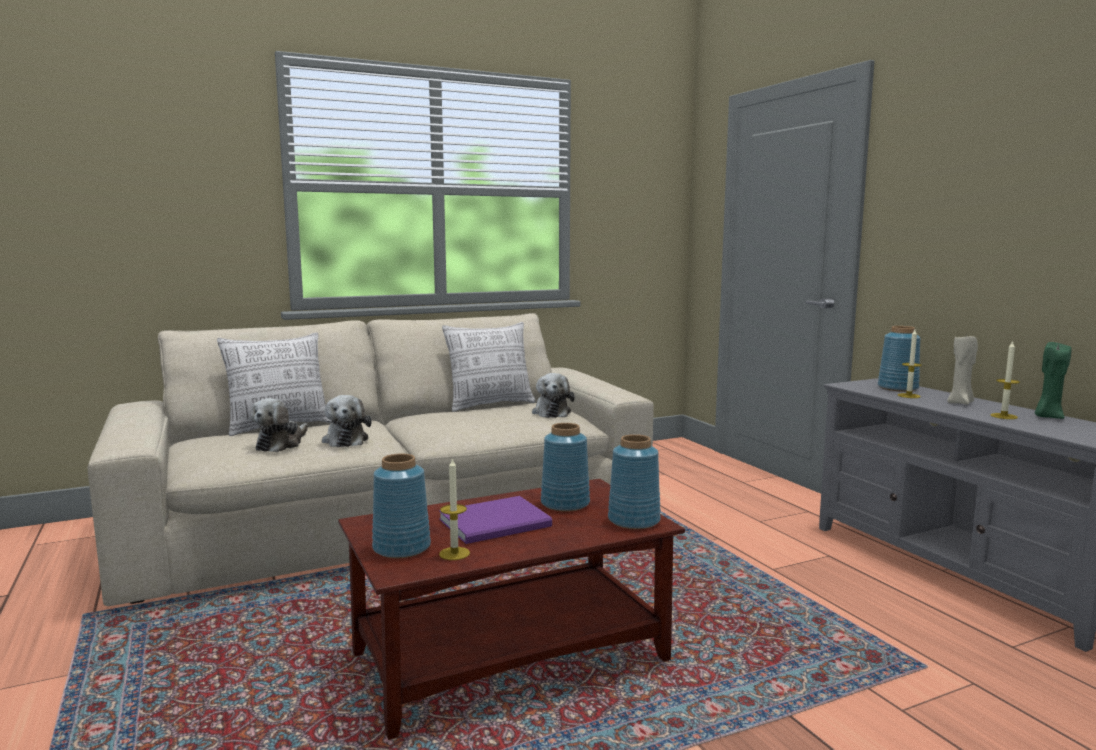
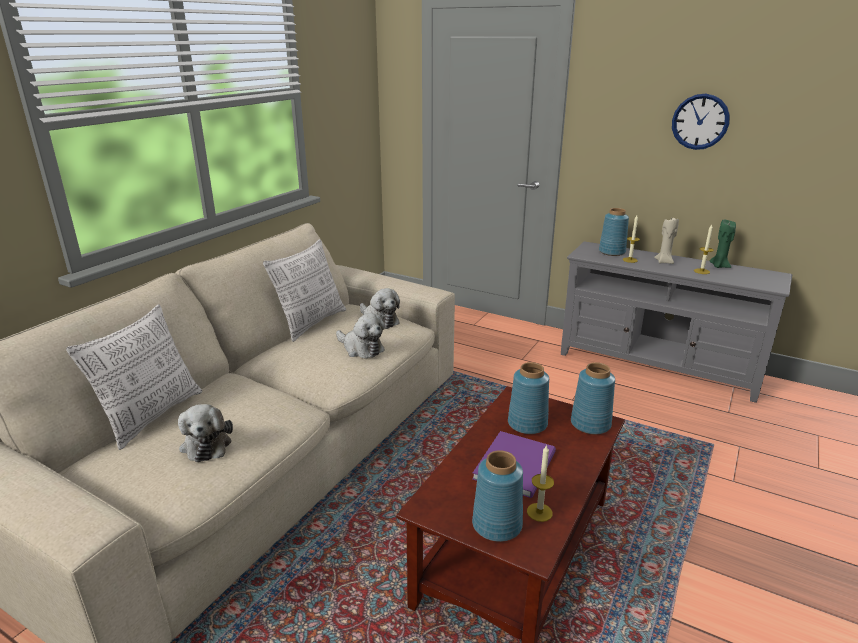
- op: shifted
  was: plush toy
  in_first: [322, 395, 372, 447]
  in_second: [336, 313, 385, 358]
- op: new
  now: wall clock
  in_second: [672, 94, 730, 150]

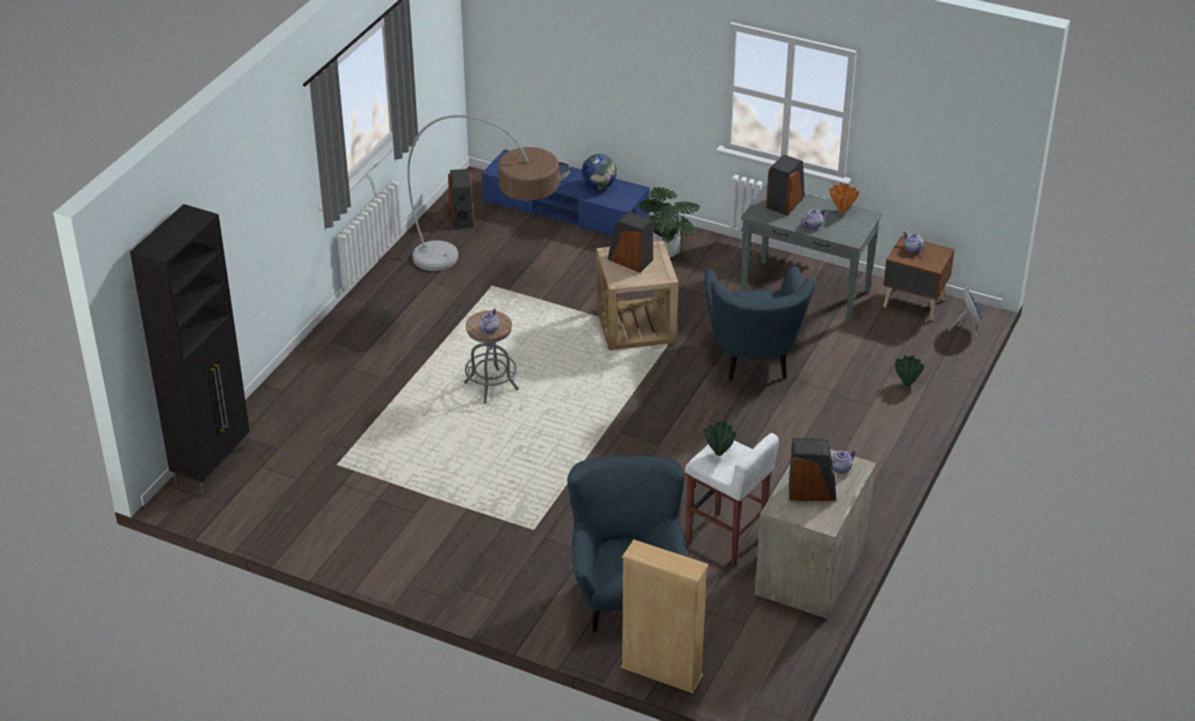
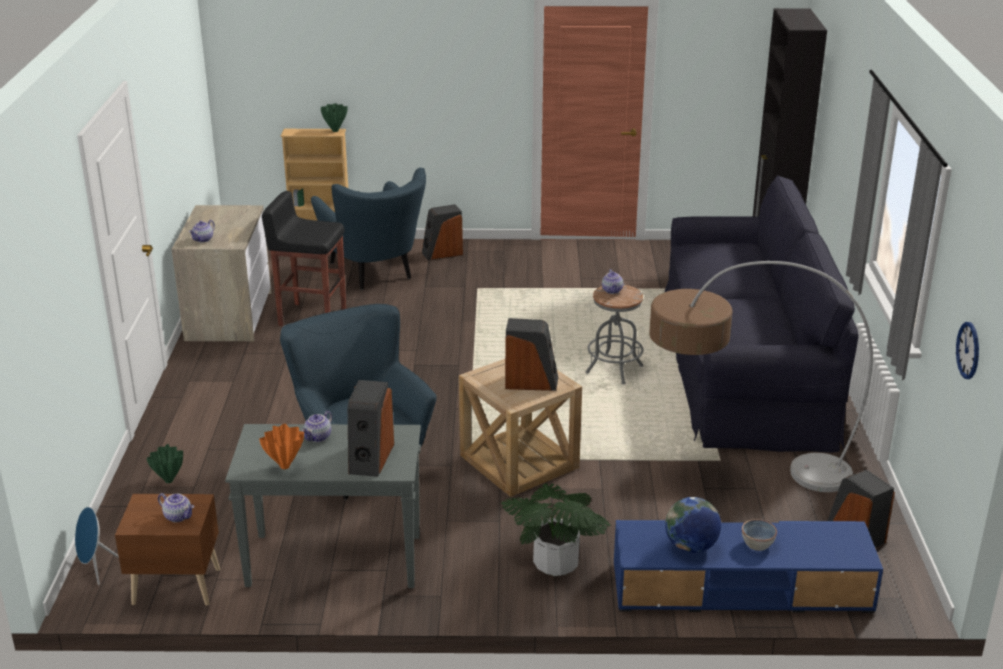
- op: shifted
  was: green-coloured flower vase
  in_first: [703, 421, 736, 456]
  in_second: [321, 103, 348, 132]
- op: repainted
  was: white stool
  now: black-coloured stool
  in_first: [685, 433, 779, 567]
  in_second: [262, 191, 346, 326]
- op: shifted
  was: audio speaker
  in_first: [789, 438, 836, 501]
  in_second: [422, 204, 463, 260]
- op: new
  now: black-coloured sofa
  in_second: [665, 175, 859, 453]
- op: new
  now: wall clock
  in_second: [956, 322, 979, 379]

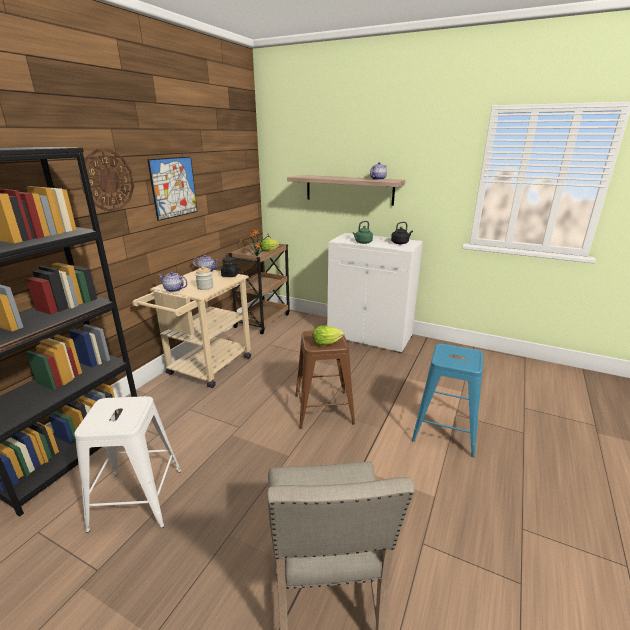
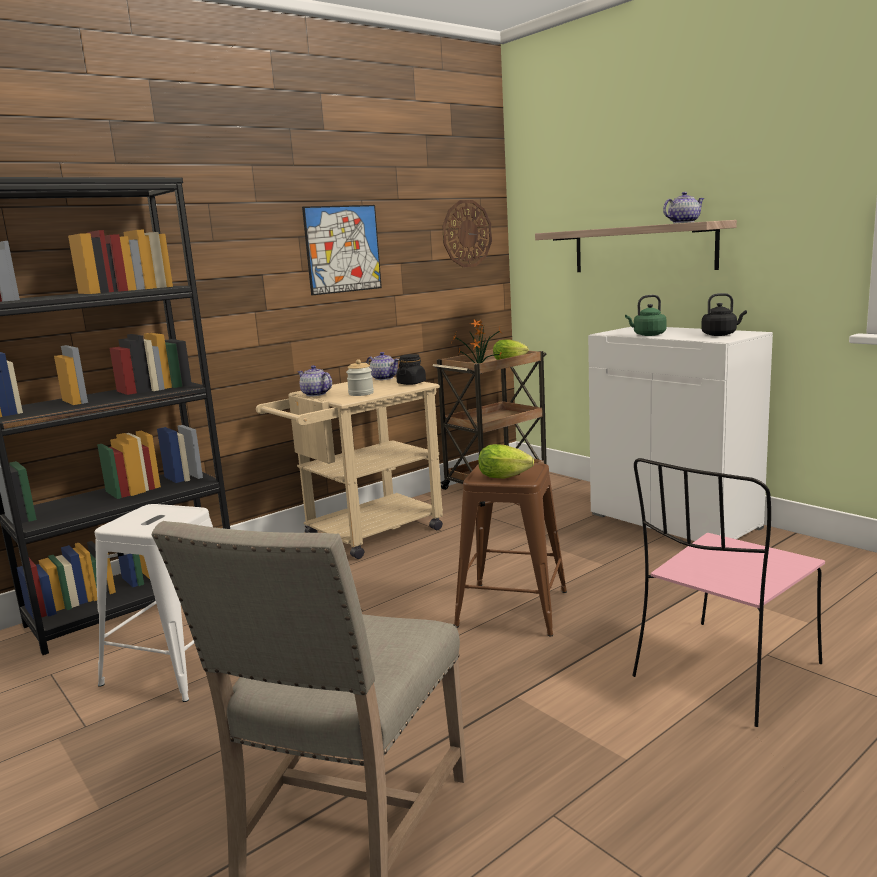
- op: shifted
  was: wall clock
  in_first: [80, 149, 134, 212]
  in_second: [442, 200, 492, 268]
- op: swapped
  was: bluish stool
  now: pink upright chair
  in_first: [412, 343, 483, 457]
  in_second: [632, 458, 825, 727]

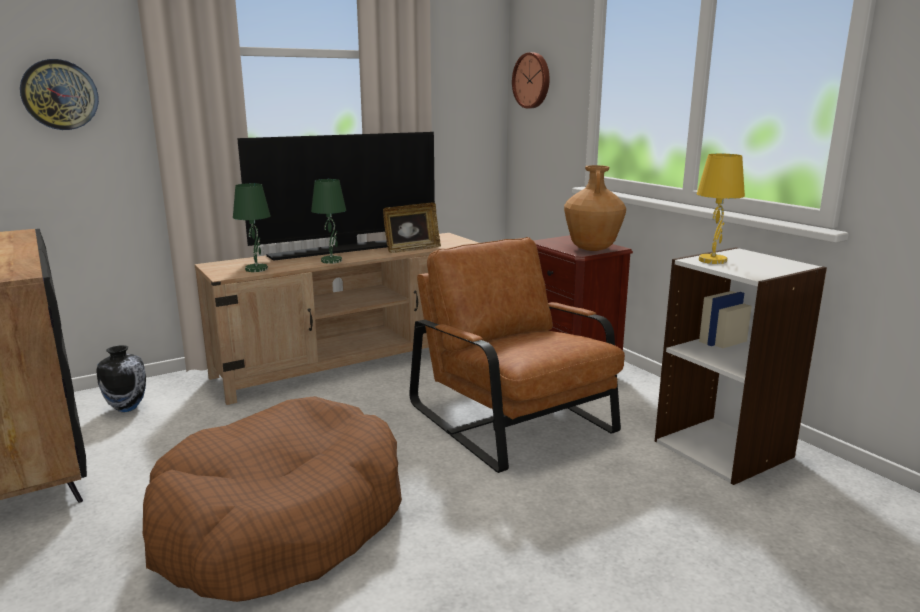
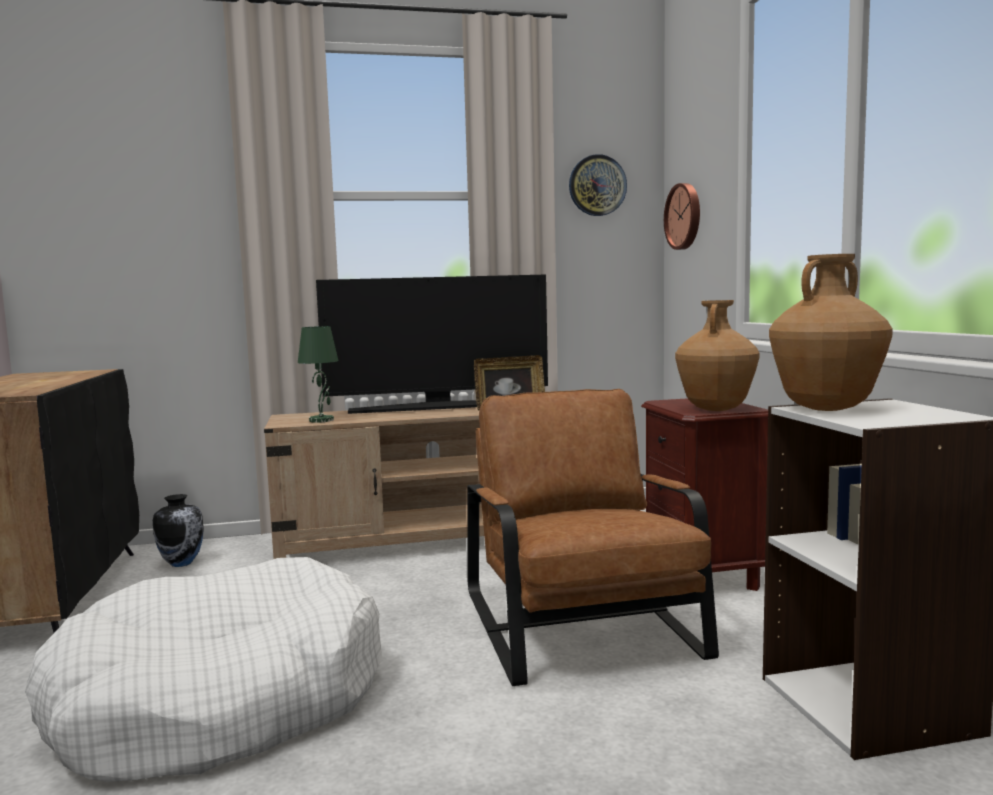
- op: shifted
  was: wall clock
  in_first: [20, 59, 99, 130]
  in_second: [569, 154, 627, 216]
- op: swapped
  was: yellow tabletop lamp
  now: brown flower vase
  in_first: [697, 154, 745, 264]
  in_second: [769, 254, 893, 411]
- op: gone
  was: green-coloured tabletop lamp
  in_first: [311, 179, 346, 264]
- op: repainted
  was: brown dog cushion
  now: white dog cushion
  in_first: [143, 396, 402, 602]
  in_second: [25, 557, 383, 782]

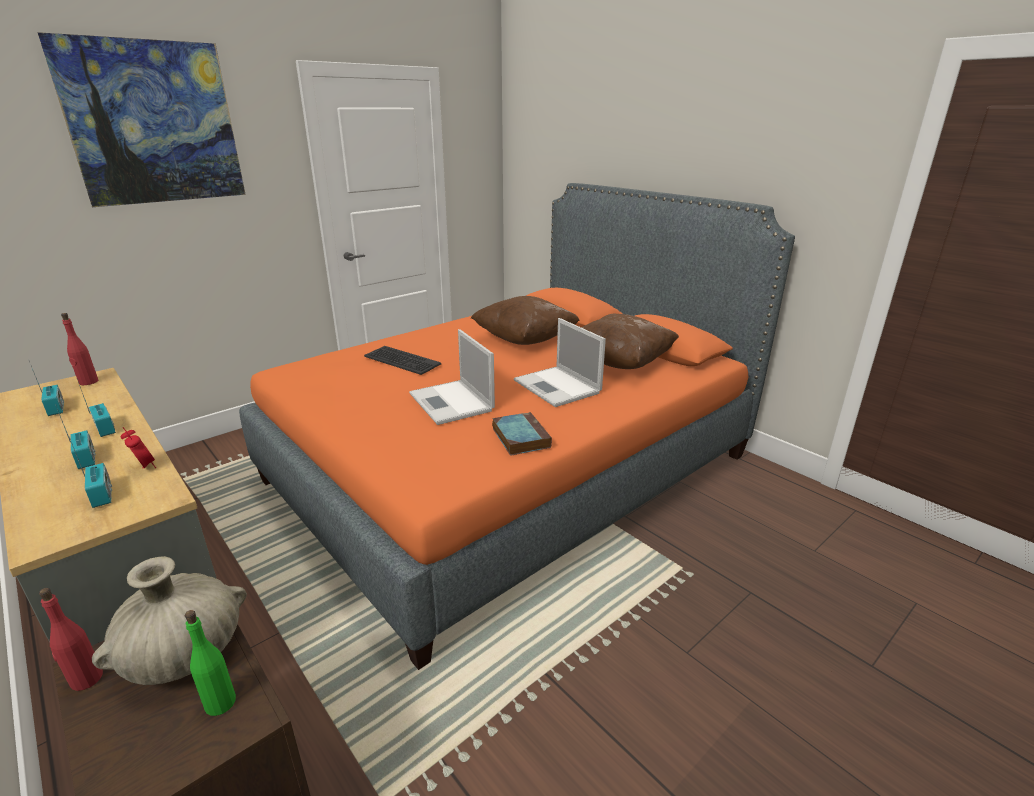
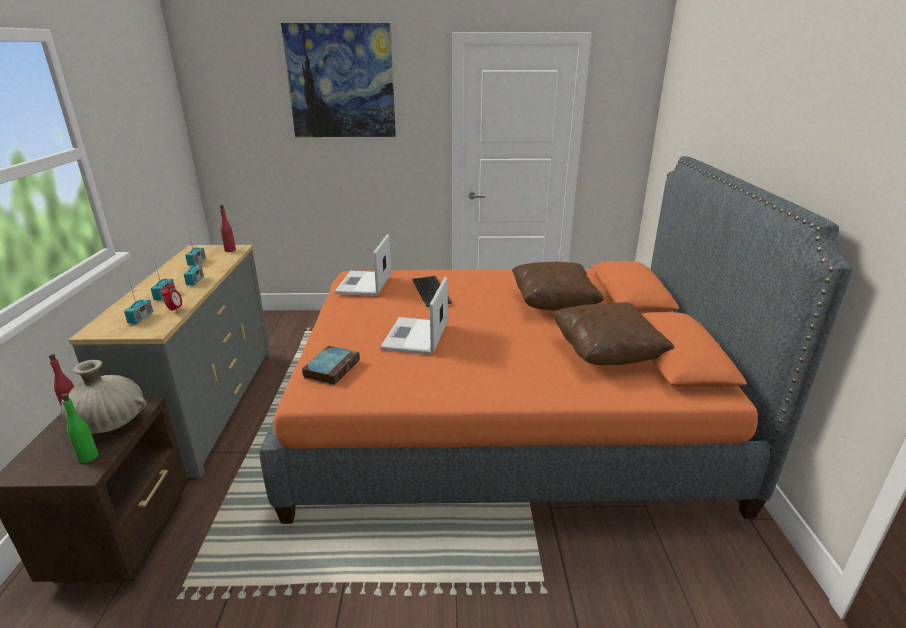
- op: shifted
  was: laptop
  in_first: [514, 318, 606, 407]
  in_second: [334, 234, 391, 296]
- op: shifted
  was: book
  in_first: [492, 412, 552, 456]
  in_second: [302, 346, 360, 385]

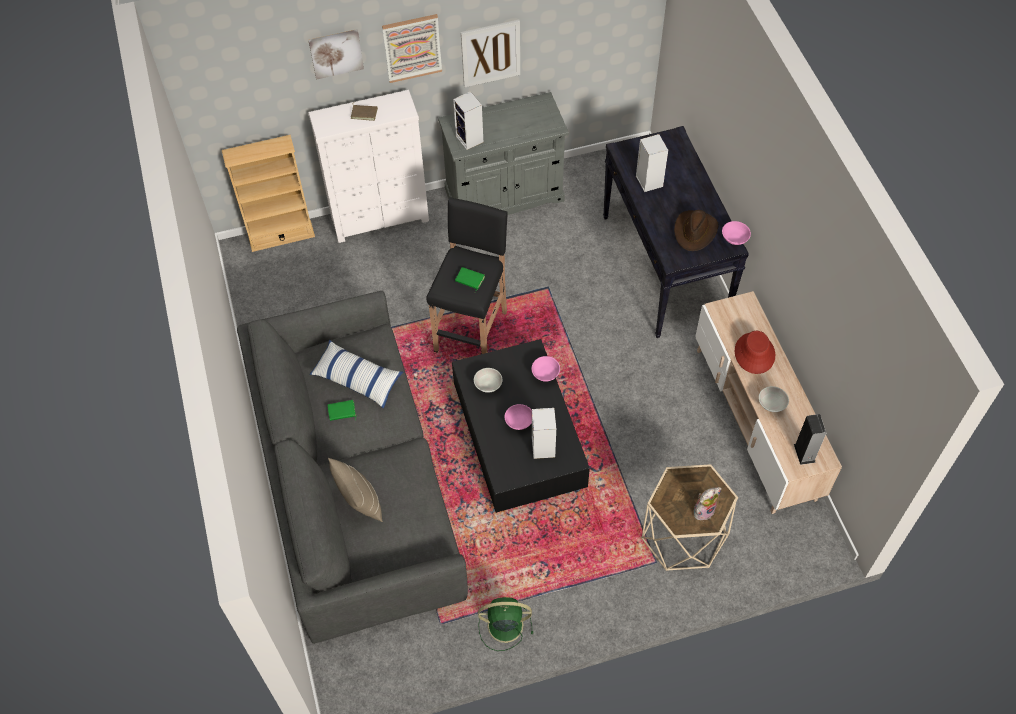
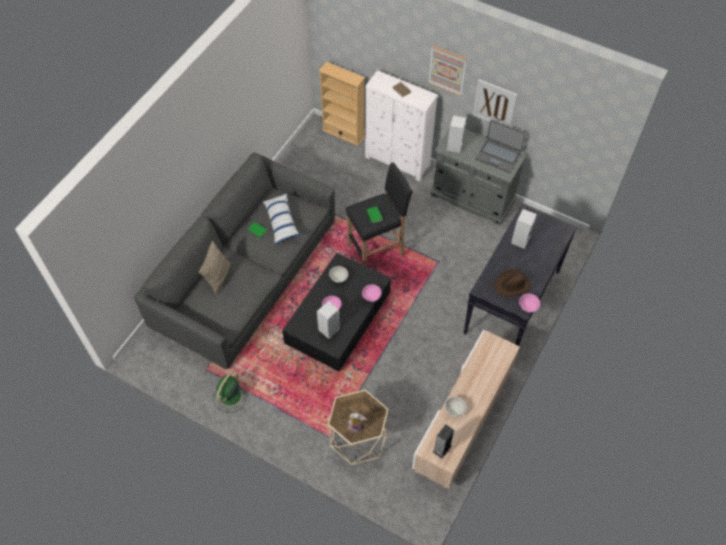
- op: gone
  was: wall picture
  in_first: [308, 29, 364, 80]
- op: gone
  was: red-coloured clothing hat
  in_first: [735, 331, 775, 374]
- op: rotated
  was: green-coloured fan
  in_first: [478, 597, 533, 651]
  in_second: [213, 371, 246, 413]
  clockwise: -105
- op: new
  now: laptop
  in_second: [475, 120, 526, 173]

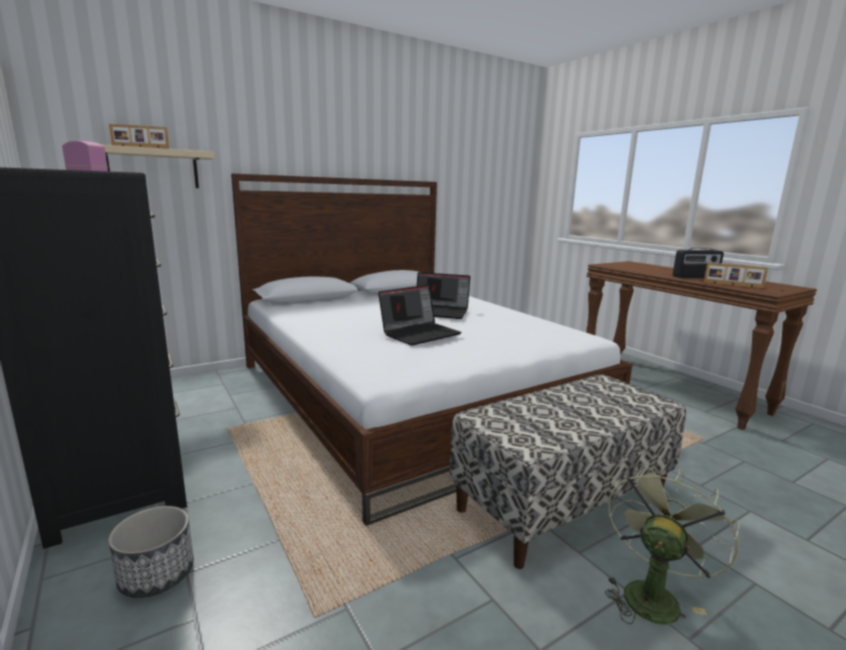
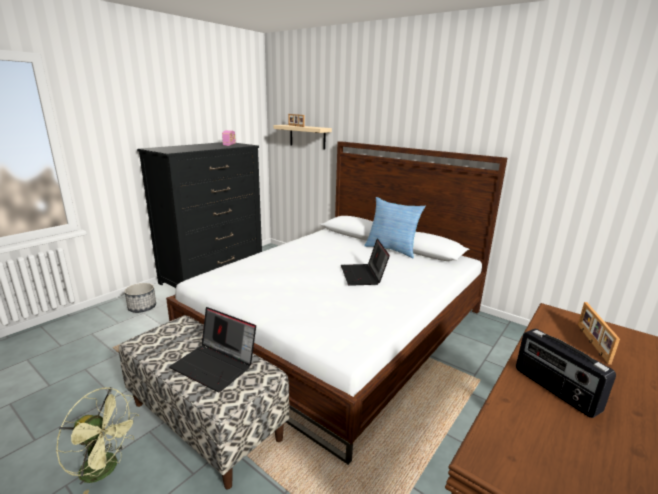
- op: shifted
  was: photo frame
  in_first: [704, 262, 768, 289]
  in_second: [578, 302, 620, 365]
- op: shifted
  was: laptop
  in_first: [378, 285, 462, 346]
  in_second: [169, 307, 256, 392]
- op: new
  now: cushion
  in_second: [364, 197, 426, 258]

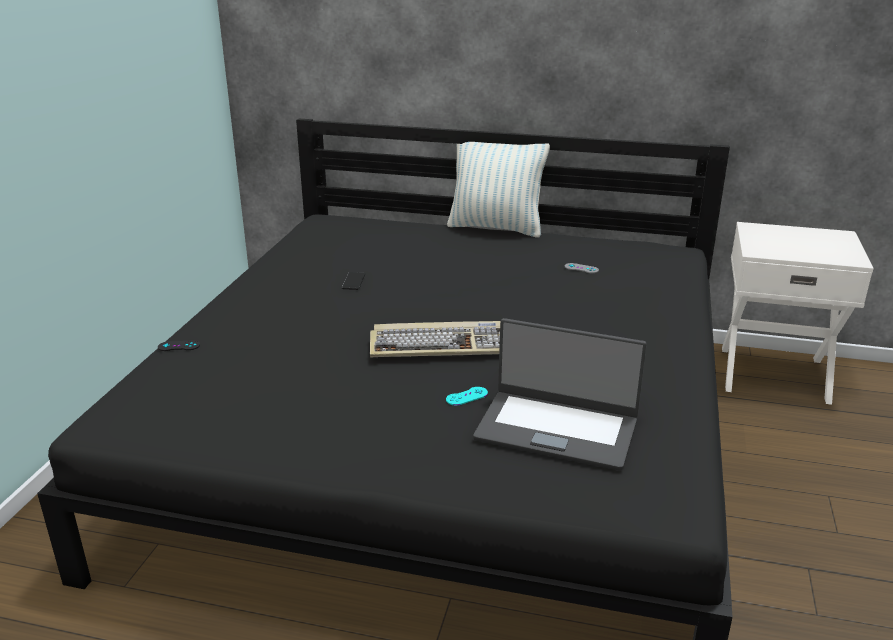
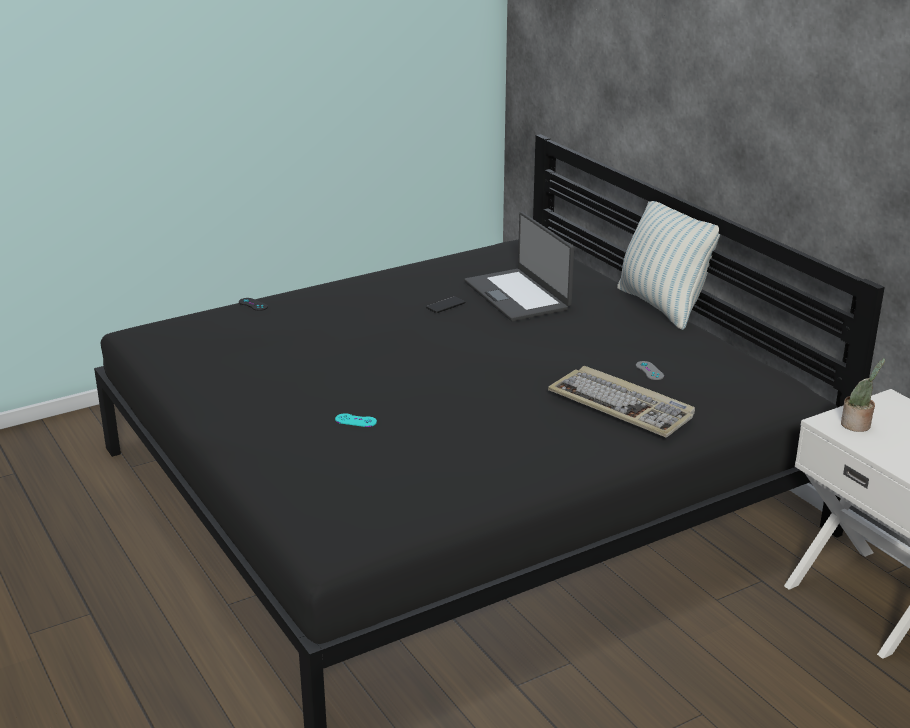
- op: shifted
  was: laptop
  in_first: [473, 318, 647, 471]
  in_second: [464, 212, 574, 321]
- op: shifted
  was: PC keyboard
  in_first: [370, 321, 500, 357]
  in_second: [548, 366, 695, 438]
- op: new
  now: houseplant
  in_second: [841, 358, 885, 432]

